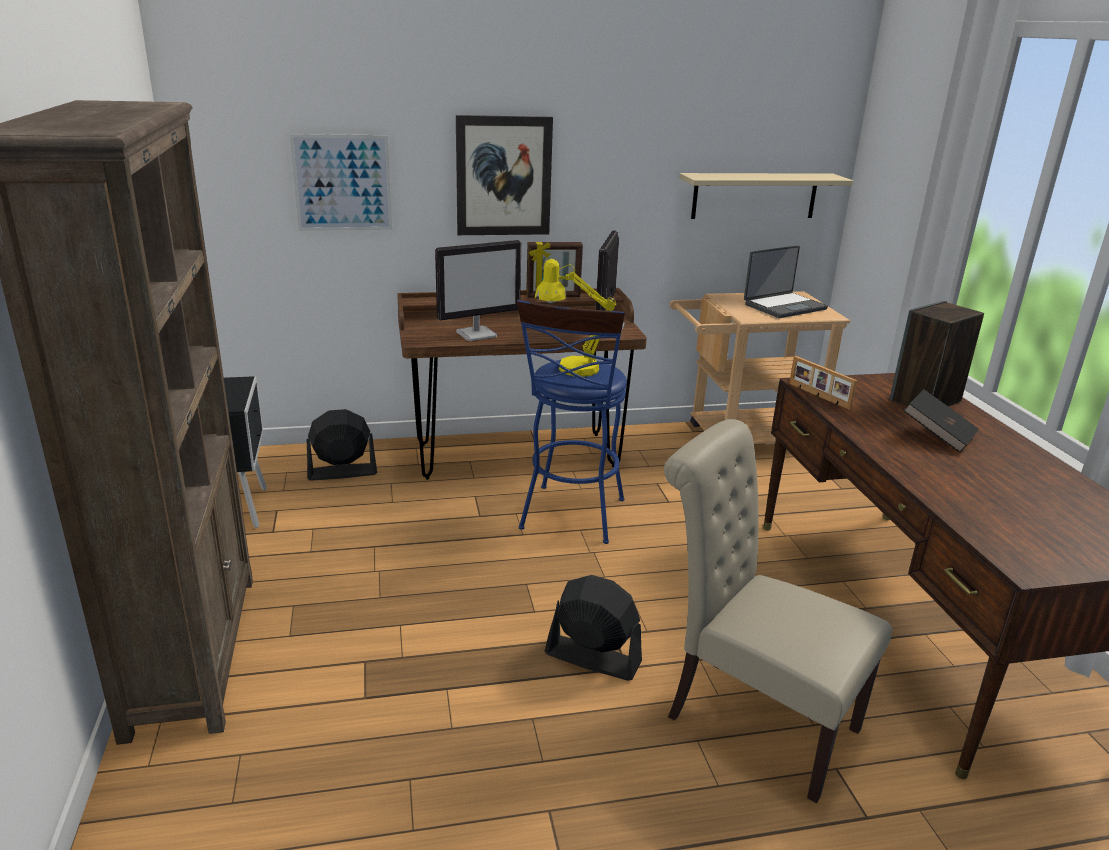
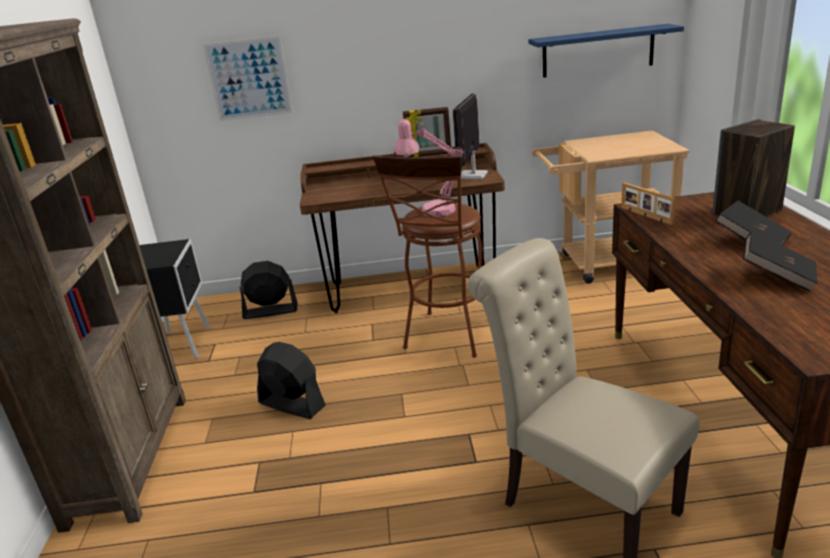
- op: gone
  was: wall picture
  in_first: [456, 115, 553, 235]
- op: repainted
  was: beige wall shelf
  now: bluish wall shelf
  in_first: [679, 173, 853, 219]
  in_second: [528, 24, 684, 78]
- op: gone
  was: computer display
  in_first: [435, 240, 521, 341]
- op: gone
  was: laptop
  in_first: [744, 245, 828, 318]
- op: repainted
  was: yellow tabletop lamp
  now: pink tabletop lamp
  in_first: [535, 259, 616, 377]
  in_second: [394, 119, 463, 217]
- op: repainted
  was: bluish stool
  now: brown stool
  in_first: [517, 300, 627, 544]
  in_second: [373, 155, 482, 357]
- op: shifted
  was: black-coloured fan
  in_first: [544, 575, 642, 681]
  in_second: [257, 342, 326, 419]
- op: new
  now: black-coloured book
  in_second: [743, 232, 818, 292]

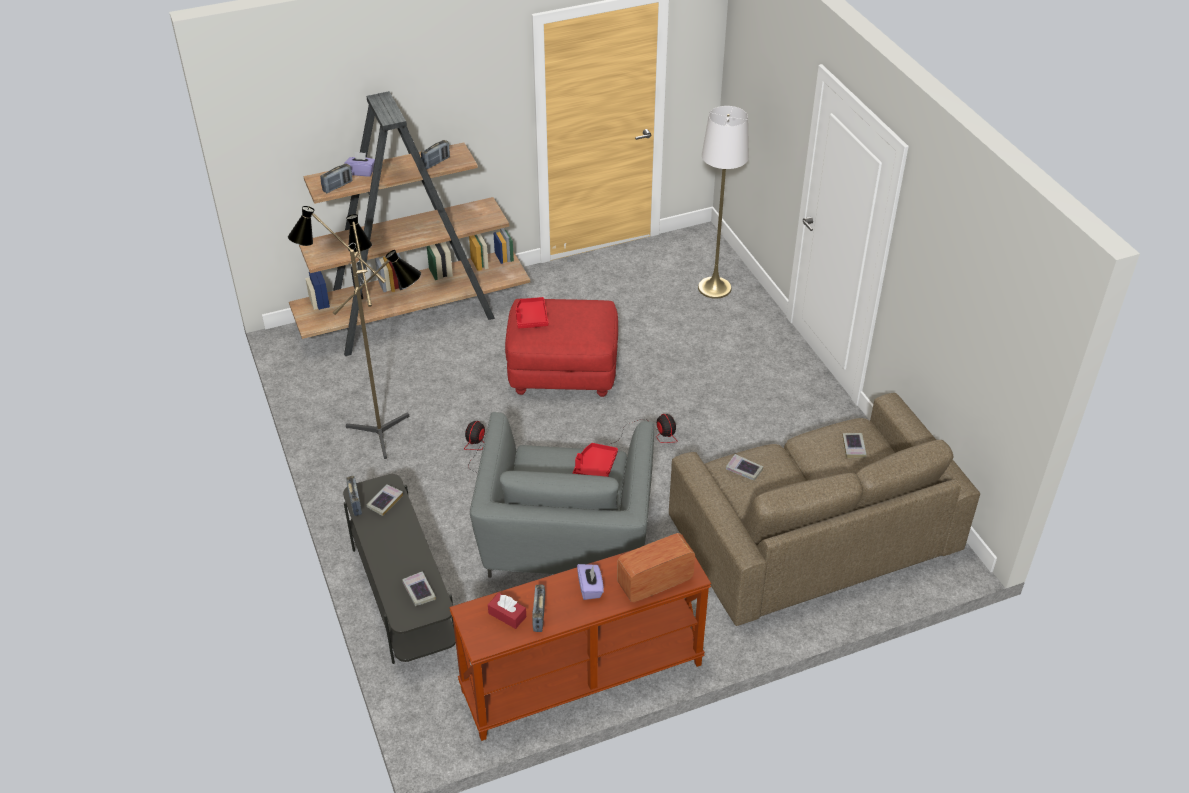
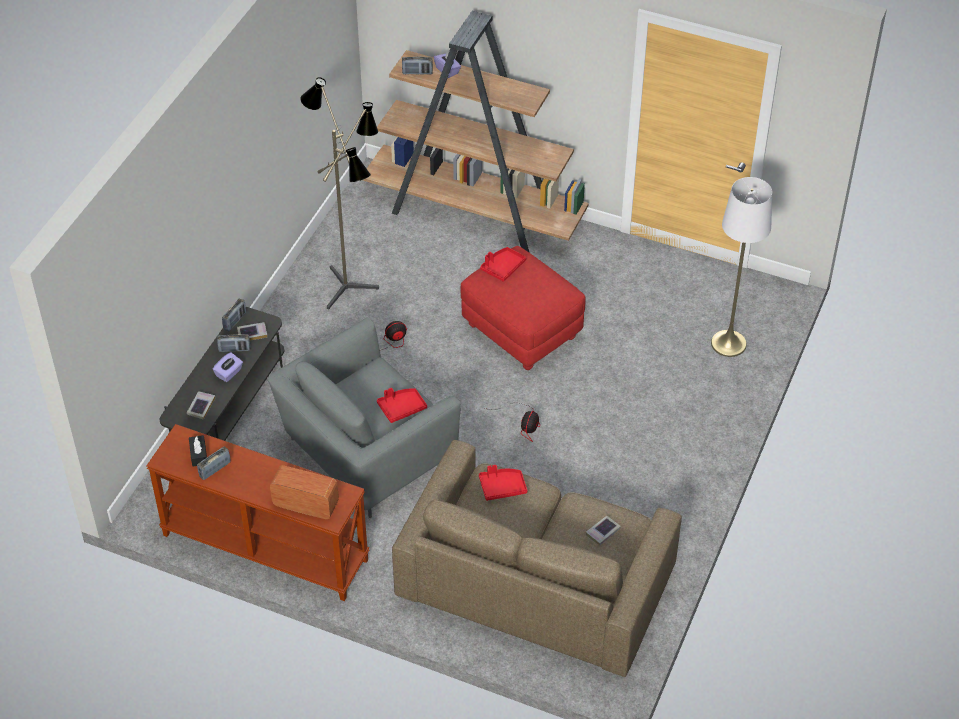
- op: shifted
  was: radio set
  in_first: [421, 140, 450, 169]
  in_second: [217, 334, 250, 352]
- op: swapped
  was: book
  now: red-coloured tray
  in_first: [726, 454, 763, 481]
  in_second: [479, 465, 527, 501]
- op: shifted
  was: purple box of tissues
  in_first: [577, 564, 604, 600]
  in_second: [213, 352, 243, 382]
- op: repainted
  was: red-coloured box of tissues
  now: black-coloured box of tissues
  in_first: [488, 593, 526, 629]
  in_second: [189, 435, 207, 467]

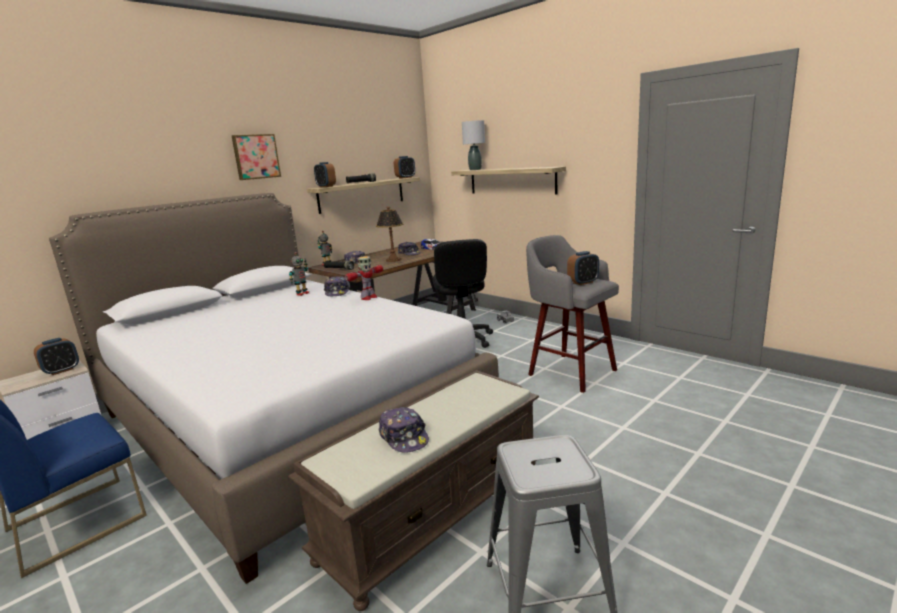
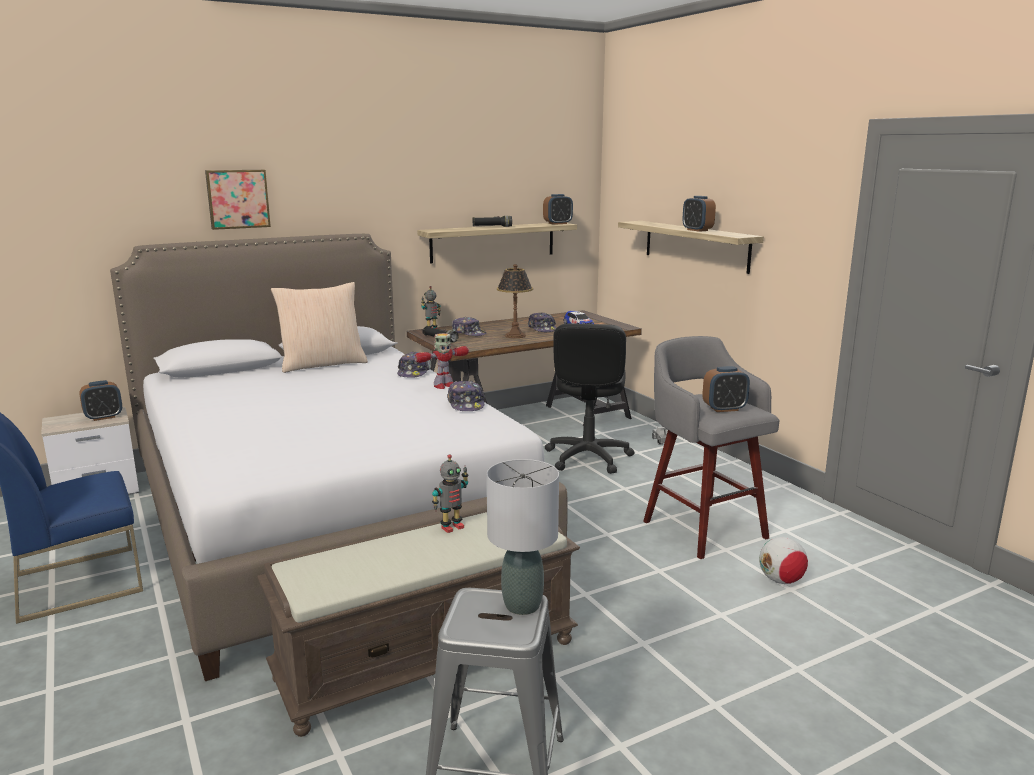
- op: shifted
  was: greyish tabletop lamp
  in_first: [462, 120, 485, 170]
  in_second: [487, 459, 559, 615]
- op: shifted
  was: wall picture
  in_first: [232, 134, 281, 180]
  in_second: [205, 170, 271, 230]
- op: shifted
  was: table clock
  in_first: [314, 162, 336, 187]
  in_second: [683, 196, 716, 232]
- op: shifted
  was: robot figure
  in_first: [289, 252, 309, 296]
  in_second: [432, 454, 468, 533]
- op: shifted
  was: peaked cap
  in_first: [378, 407, 429, 453]
  in_second: [447, 381, 485, 411]
- op: new
  now: beige cushion
  in_second: [271, 282, 368, 373]
- op: new
  now: football
  in_second: [759, 537, 808, 584]

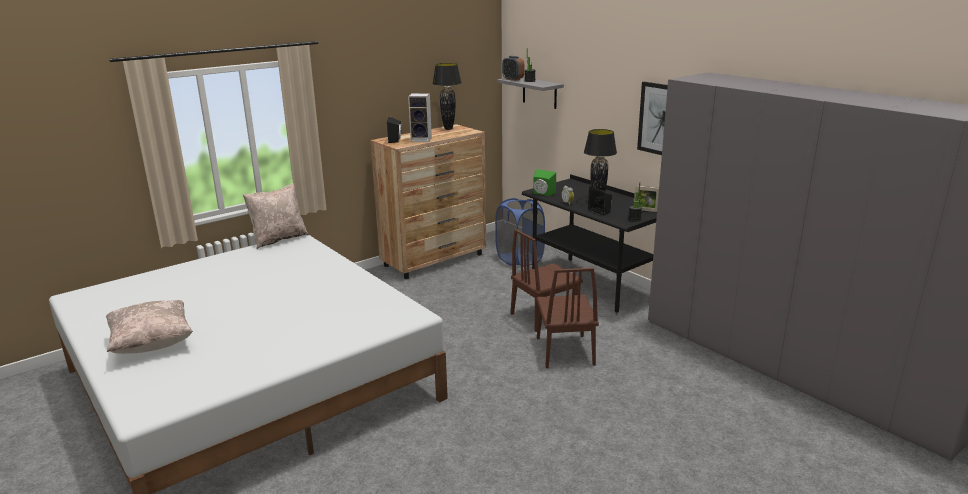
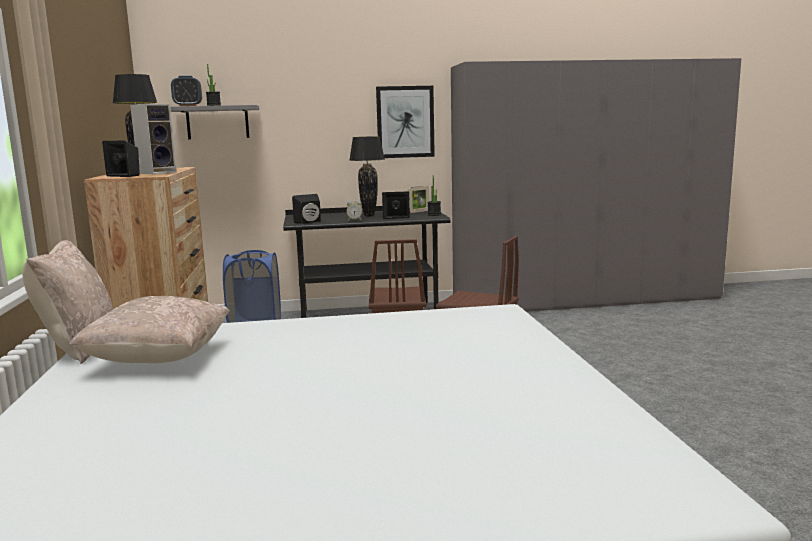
- op: repainted
  was: green-coloured audio speaker
  now: black-coloured audio speaker
  in_first: [533, 169, 556, 196]
  in_second: [292, 194, 321, 224]
- op: shifted
  was: beige cushion
  in_first: [106, 300, 193, 354]
  in_second: [69, 296, 230, 363]

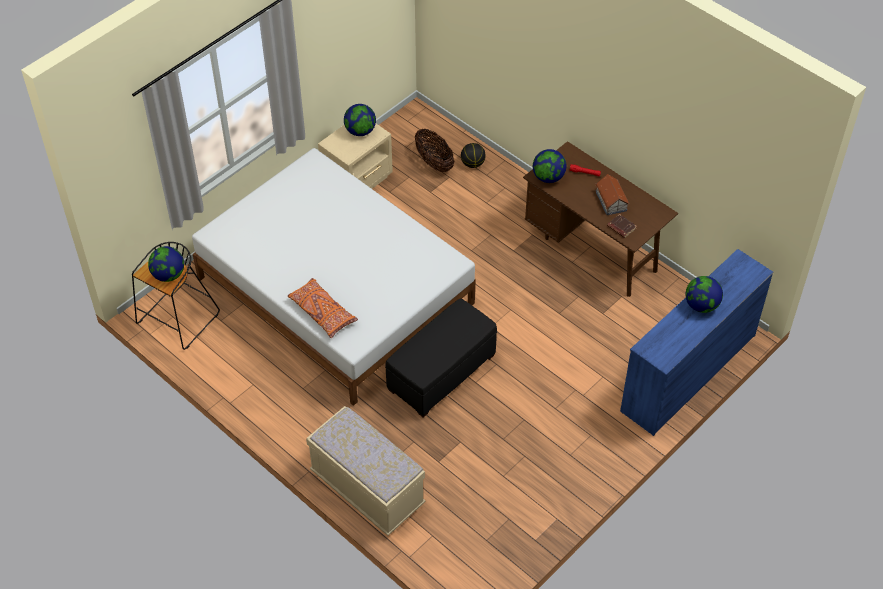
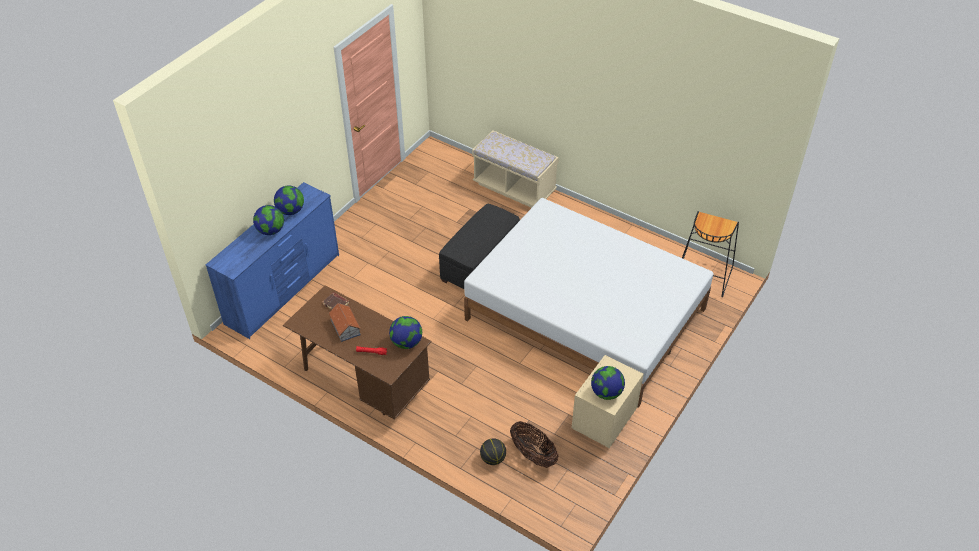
- op: shifted
  was: globe
  in_first: [148, 246, 184, 282]
  in_second: [274, 186, 304, 215]
- op: gone
  was: orangey cushion
  in_first: [288, 278, 358, 338]

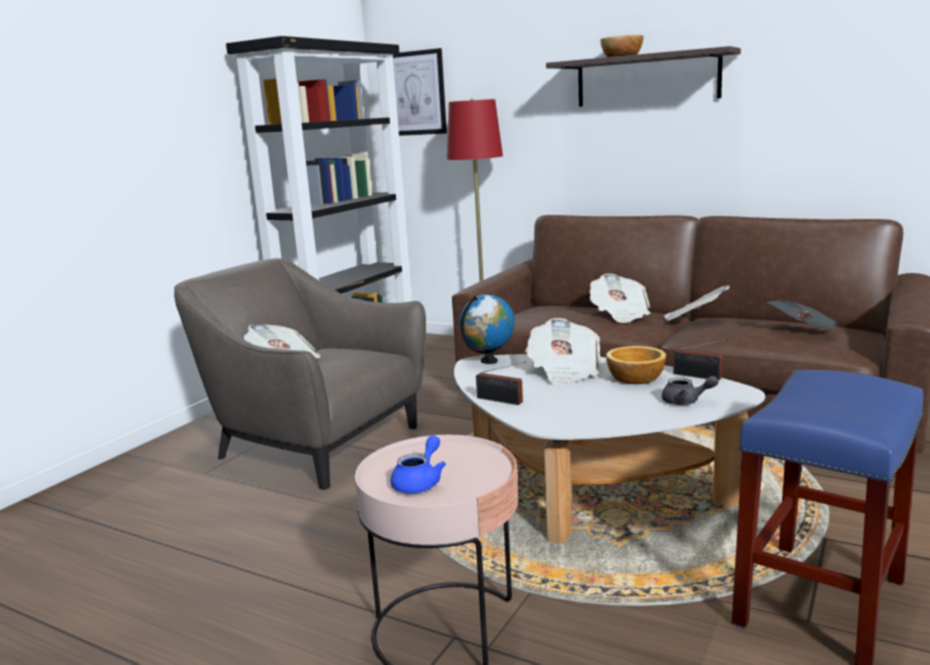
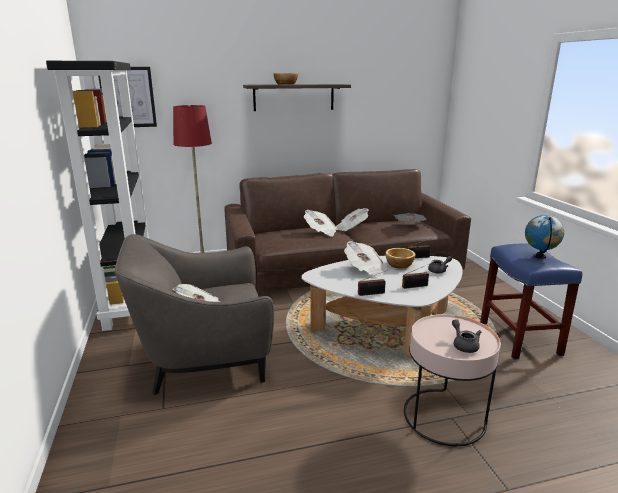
- op: shifted
  was: globe
  in_first: [460, 295, 515, 364]
  in_second: [525, 215, 564, 259]
- op: repainted
  was: bluish teapot
  now: greyish teapot
  in_first: [390, 435, 446, 494]
  in_second: [452, 319, 482, 353]
- op: new
  now: radio set
  in_second: [402, 263, 431, 289]

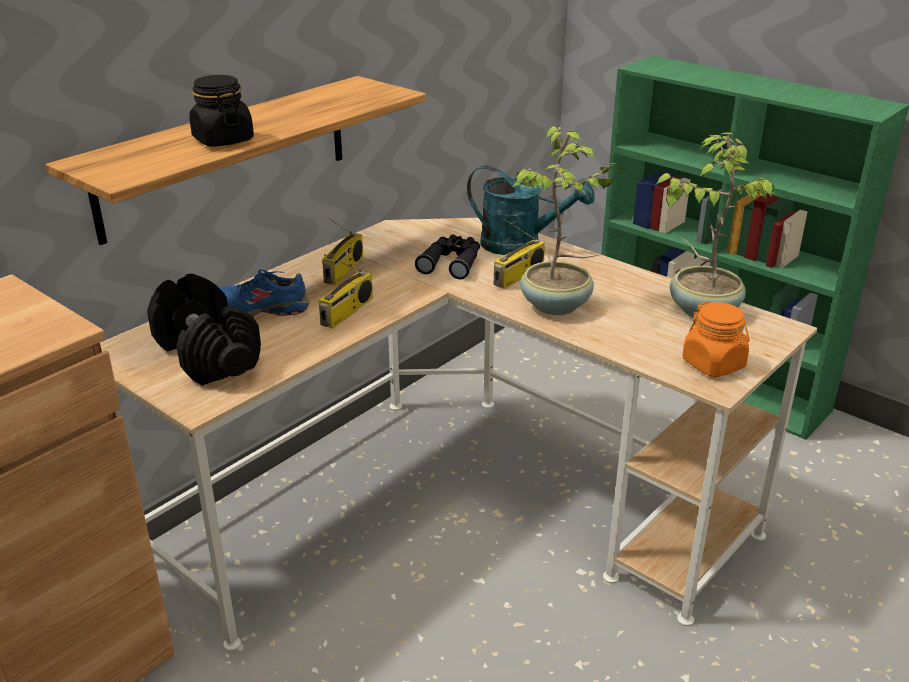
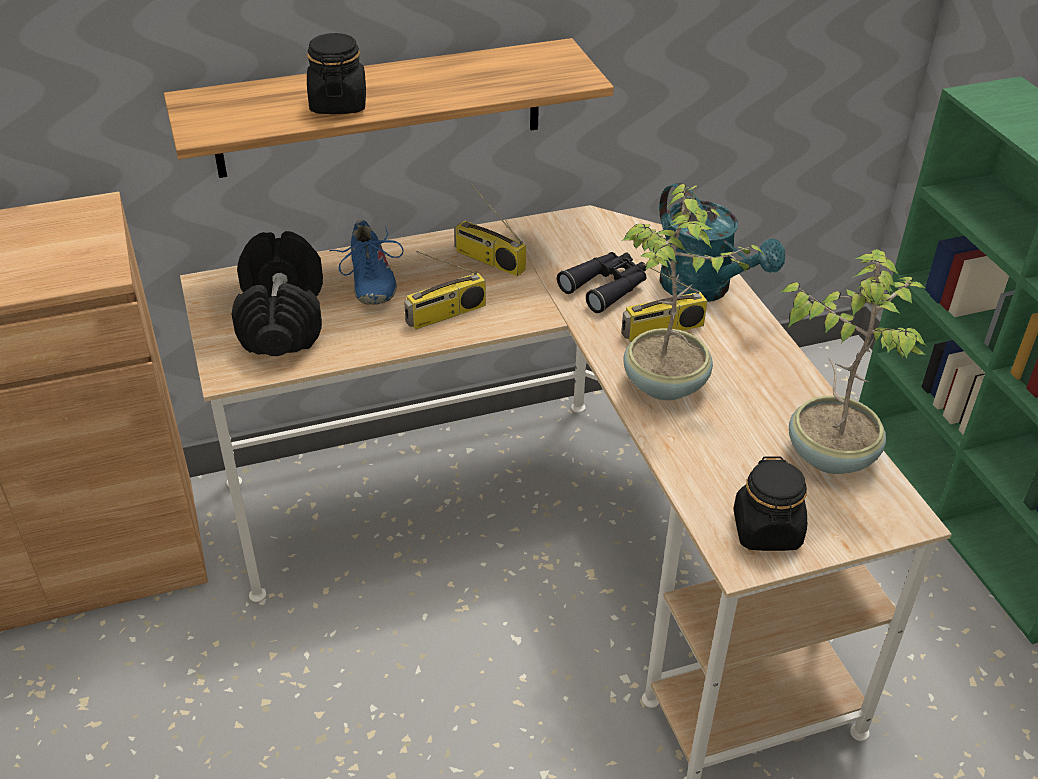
- op: rotated
  was: radio set
  in_first: [322, 216, 363, 285]
  in_second: [454, 185, 526, 277]
  clockwise: 75
- op: rotated
  was: bluish shoe
  in_first: [219, 269, 309, 317]
  in_second: [330, 220, 404, 305]
  clockwise: -135
- op: repainted
  was: orangey storage jar
  now: black-coloured storage jar
  in_first: [682, 301, 750, 377]
  in_second: [733, 456, 807, 551]

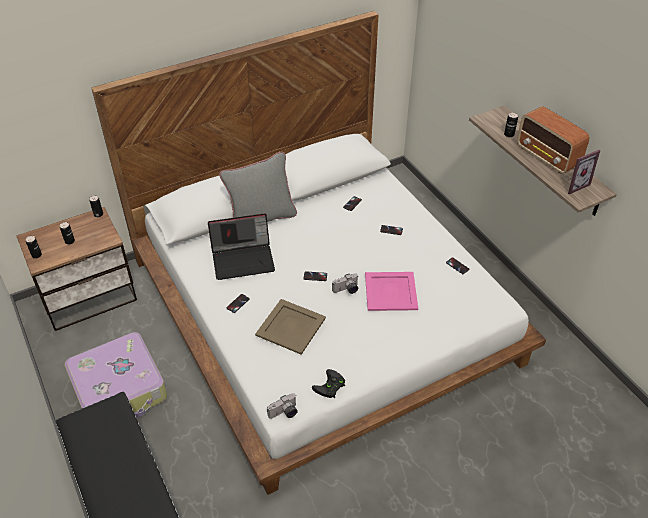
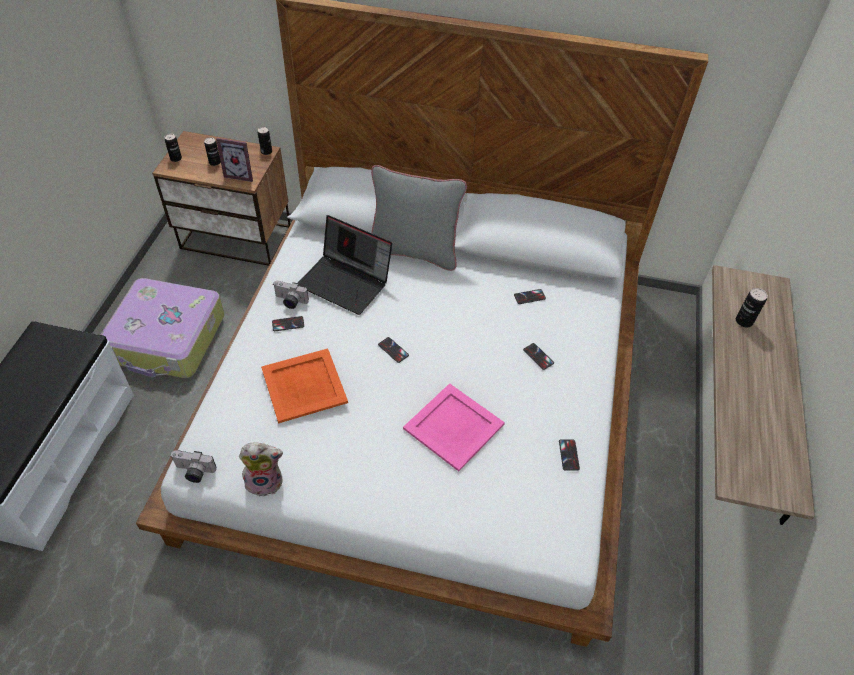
- op: gone
  was: radio set
  in_first: [517, 106, 590, 174]
- op: shifted
  was: photo frame
  in_first: [568, 150, 601, 194]
  in_second: [216, 138, 253, 182]
- op: shifted
  was: still camera
  in_first: [332, 273, 358, 294]
  in_second: [274, 281, 309, 309]
- op: repainted
  was: beige tray
  now: orangey tray
  in_first: [255, 299, 326, 355]
  in_second: [261, 348, 348, 423]
- op: swapped
  was: black-coloured game controller
  now: plush toy
  in_first: [312, 369, 345, 398]
  in_second: [239, 443, 283, 497]

